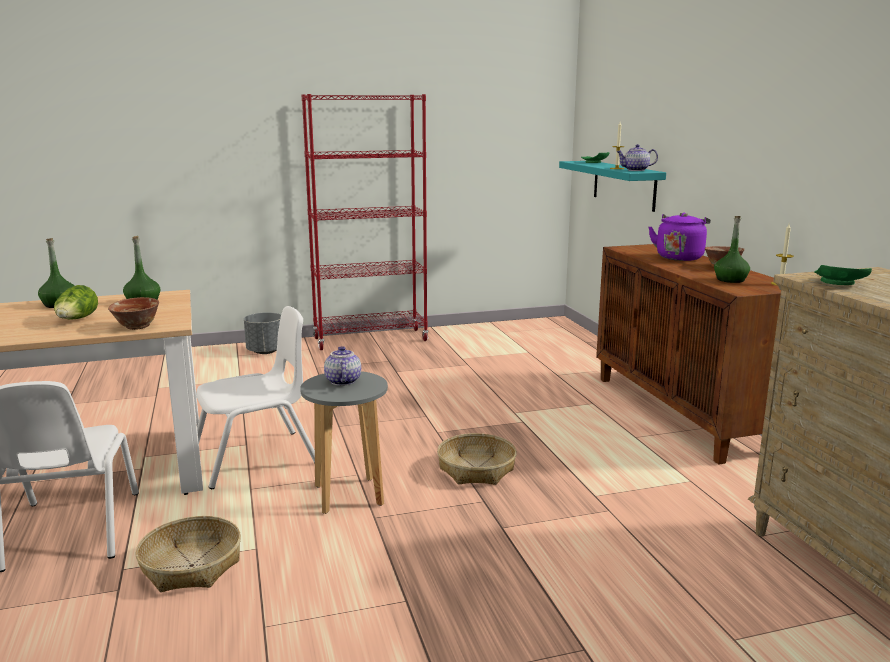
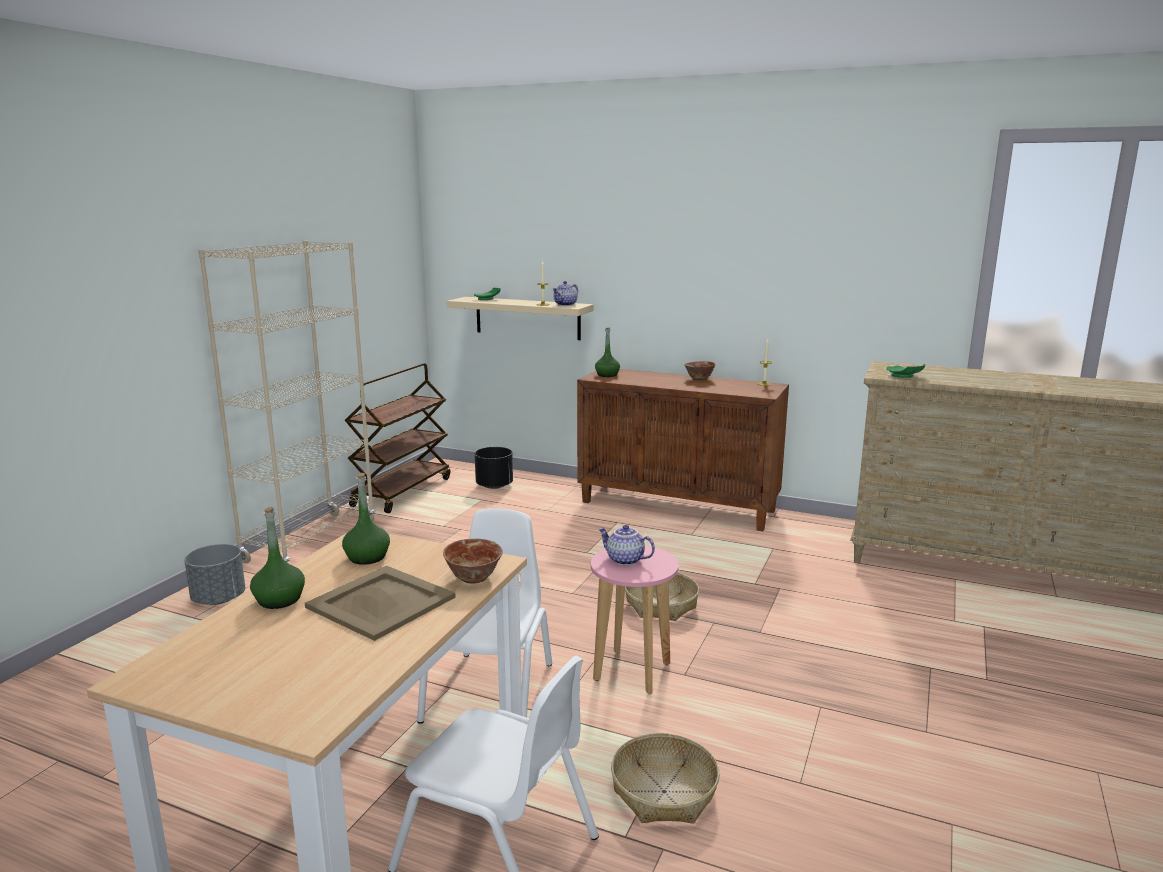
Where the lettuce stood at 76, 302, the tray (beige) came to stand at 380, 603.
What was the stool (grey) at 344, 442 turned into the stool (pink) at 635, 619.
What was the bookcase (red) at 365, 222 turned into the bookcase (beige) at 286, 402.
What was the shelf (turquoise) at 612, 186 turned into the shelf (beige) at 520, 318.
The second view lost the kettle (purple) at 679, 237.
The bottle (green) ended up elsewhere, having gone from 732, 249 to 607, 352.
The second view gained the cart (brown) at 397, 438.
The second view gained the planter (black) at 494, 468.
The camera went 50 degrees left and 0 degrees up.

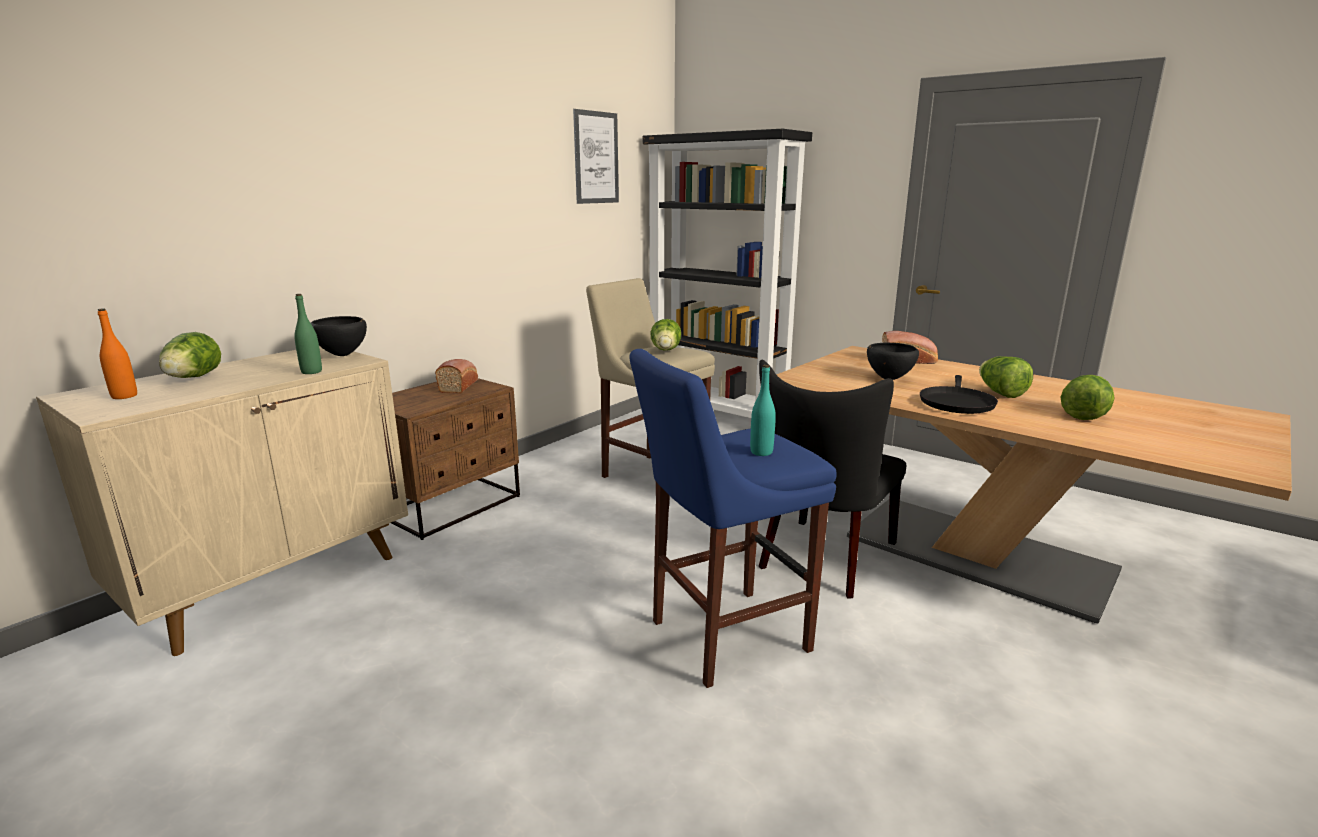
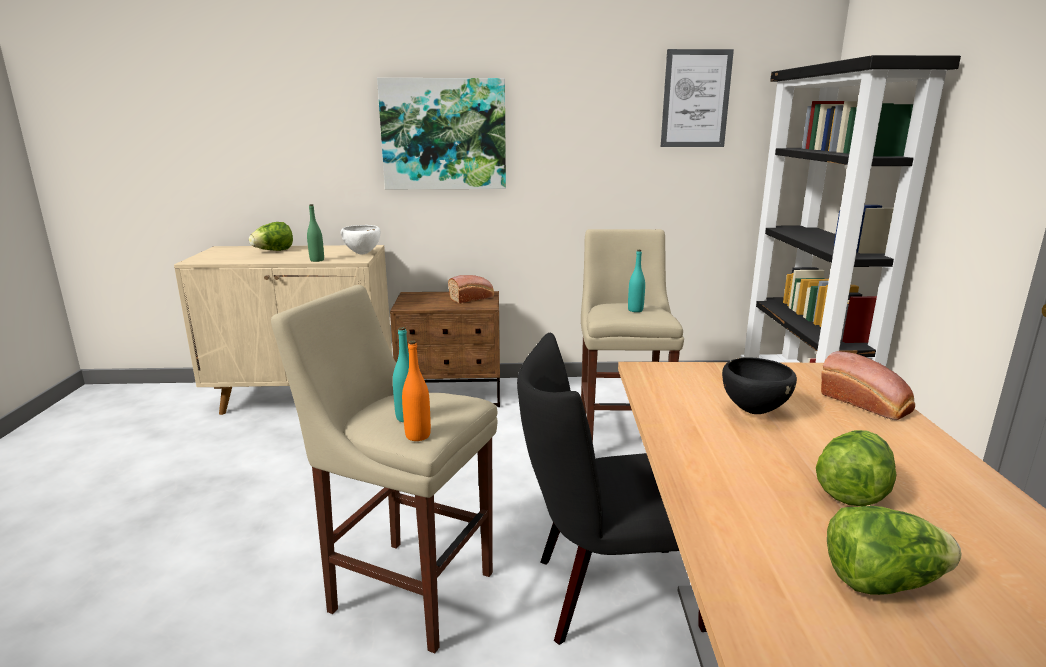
The bottle (orange) ended up elsewhere, having gone from 117, 353 to 416, 390.
What was the bowl (black) at 339, 336 turned into the bowl (white) at 360, 239.
What was the stool (blue) at 733, 518 turned into the stool (beige) at 384, 469.
Where the lettuce stood at 665, 335, the bottle (turquoise) came to stand at 636, 281.
The second view lost the frying pan (black) at 959, 394.
The second view gained the picture at 441, 133.
The camera went 50 degrees right and 0 degrees up.

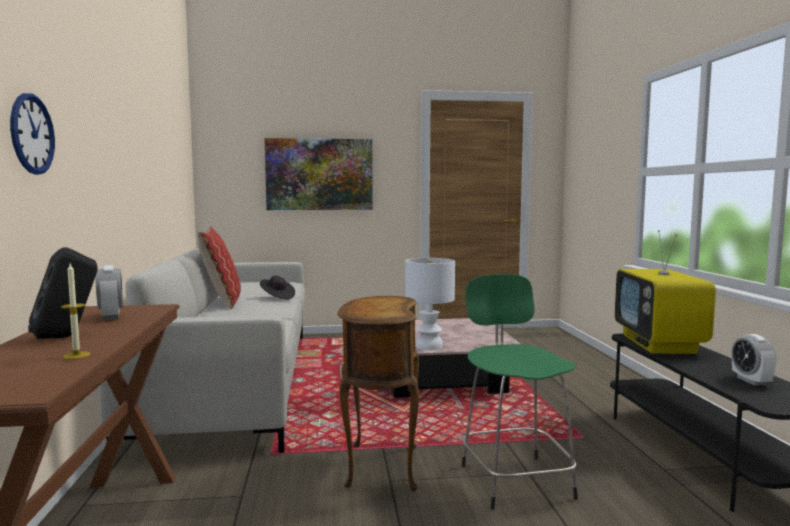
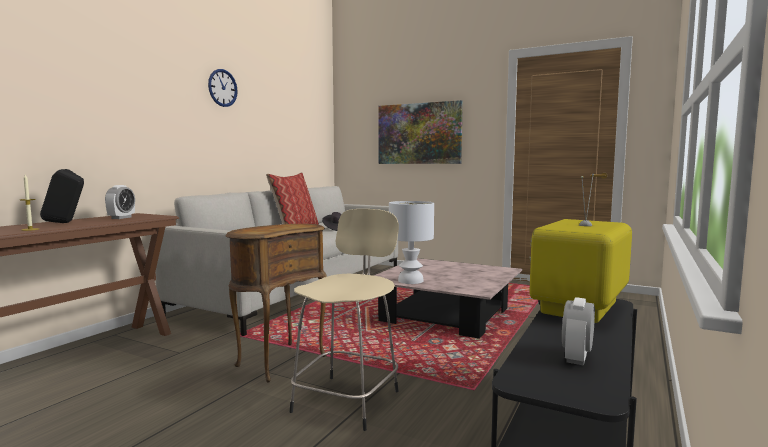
The wall clock ended up elsewhere, having gone from 32, 134 to 223, 88.
What was the stool (green) at 520, 392 turned into the stool (beige) at 344, 320.
The camera went 35 degrees right and 0 degrees up.

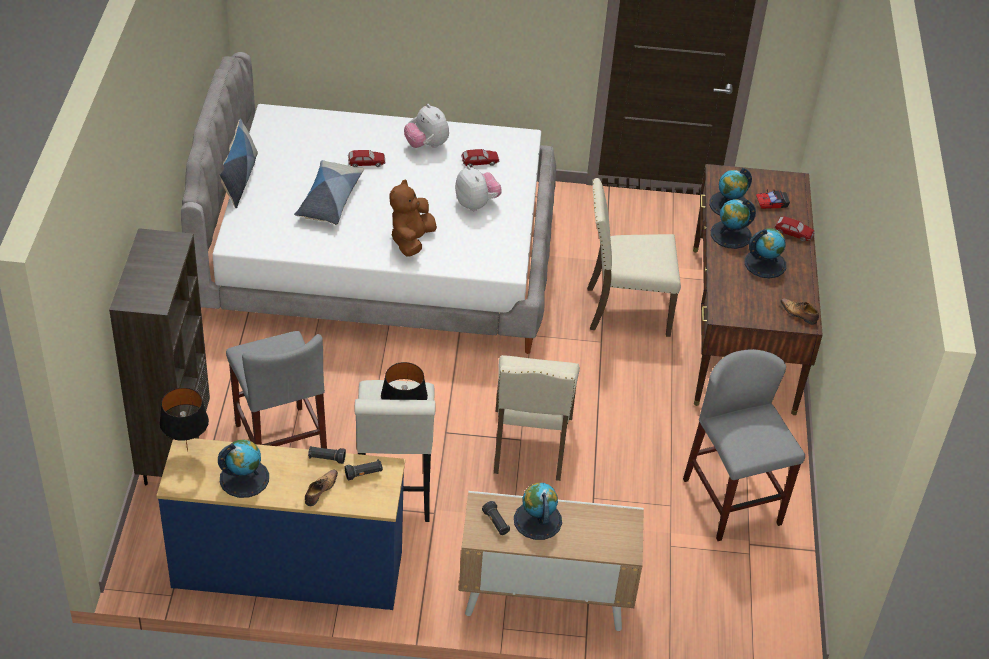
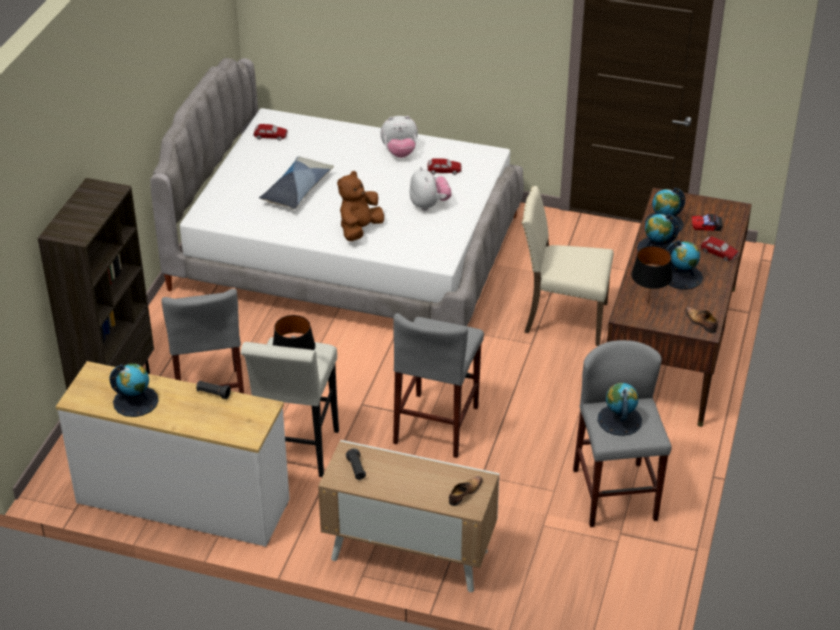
What was the dresser (blue) at 280, 524 turned into the dresser (white) at 173, 454.
The table lamp (black) ended up elsewhere, having gone from 184, 419 to 652, 275.
The second view lost the pillow at 238, 163.
The shoe ended up elsewhere, having gone from 321, 488 to 466, 491.
The second view lost the flashlight (black) at 364, 470.
The toy car ended up elsewhere, having gone from 366, 158 to 270, 132.
The plush toy at 426, 126 ended up facing another way, 75 degrees counterclockwise from before.
Where the chair (beige) stood at 537, 418, the stool (grey) came to stand at 438, 385.
The globe ended up elsewhere, having gone from 538, 511 to 620, 409.
The camera went 15 degrees right and 5 degrees down.

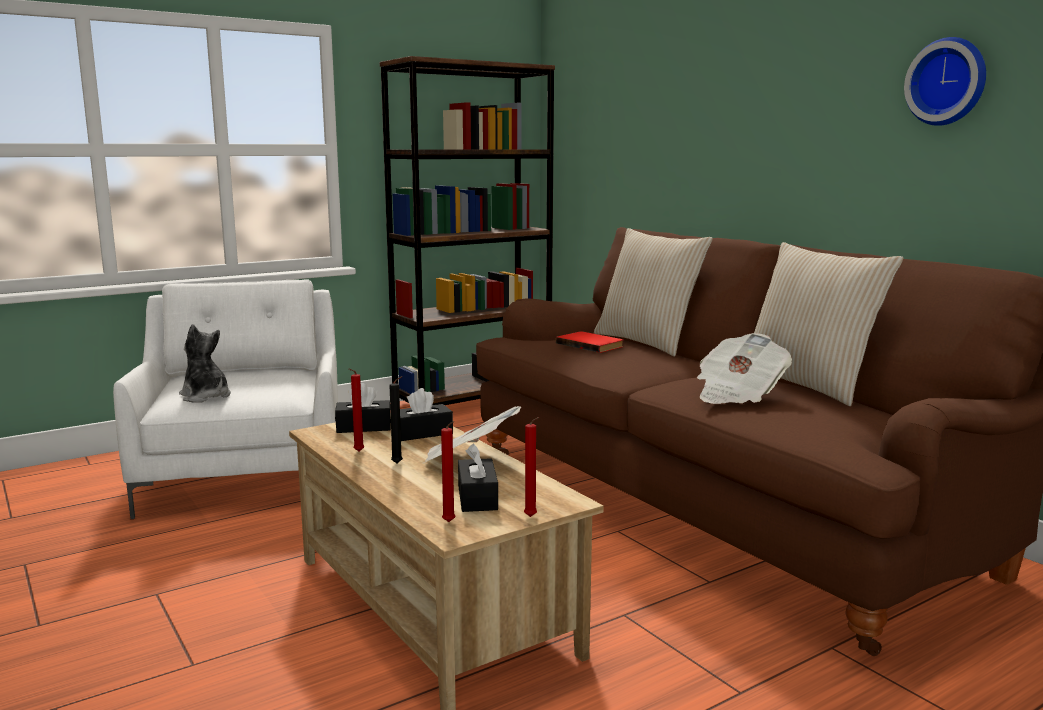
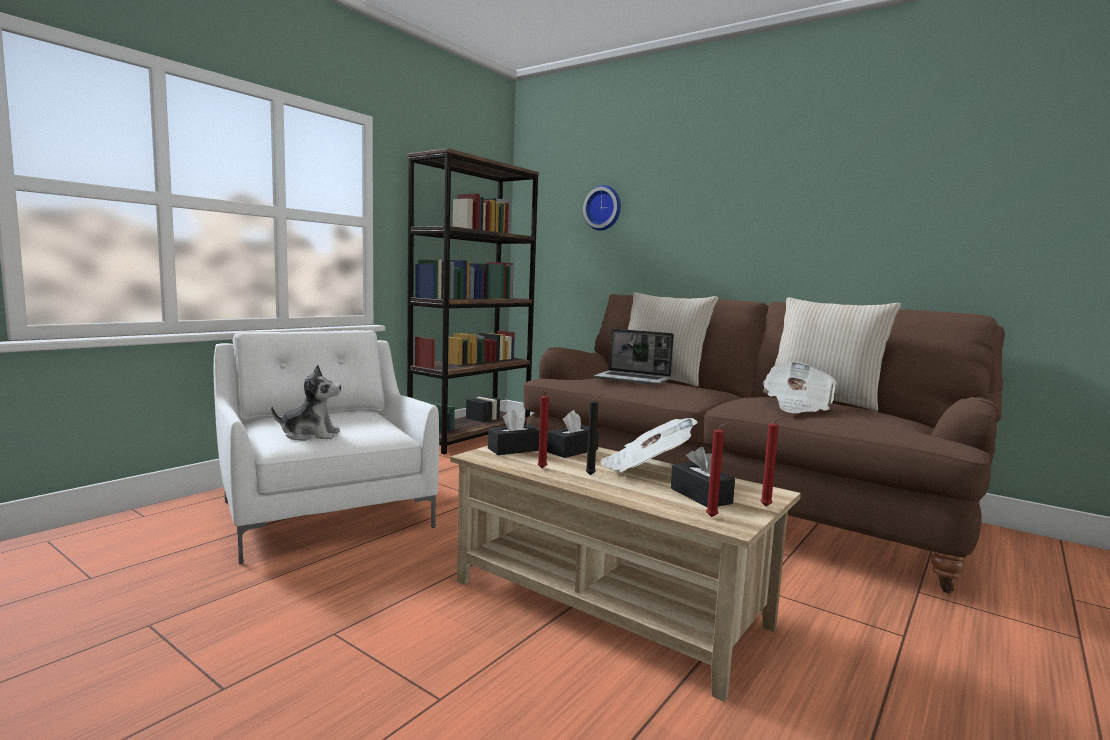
The plush toy at 205, 363 ended up facing another way, 150 degrees clockwise from before.
Where the book (red) stood at 589, 342, the laptop came to stand at 634, 357.
The wall clock ended up elsewhere, having gone from 945, 81 to 602, 208.
The camera went 20 degrees left and 5 degrees down.

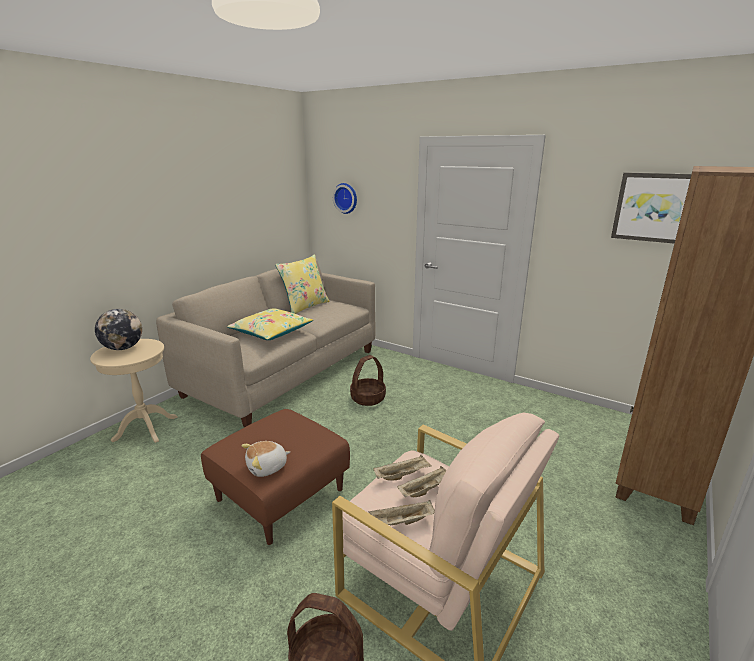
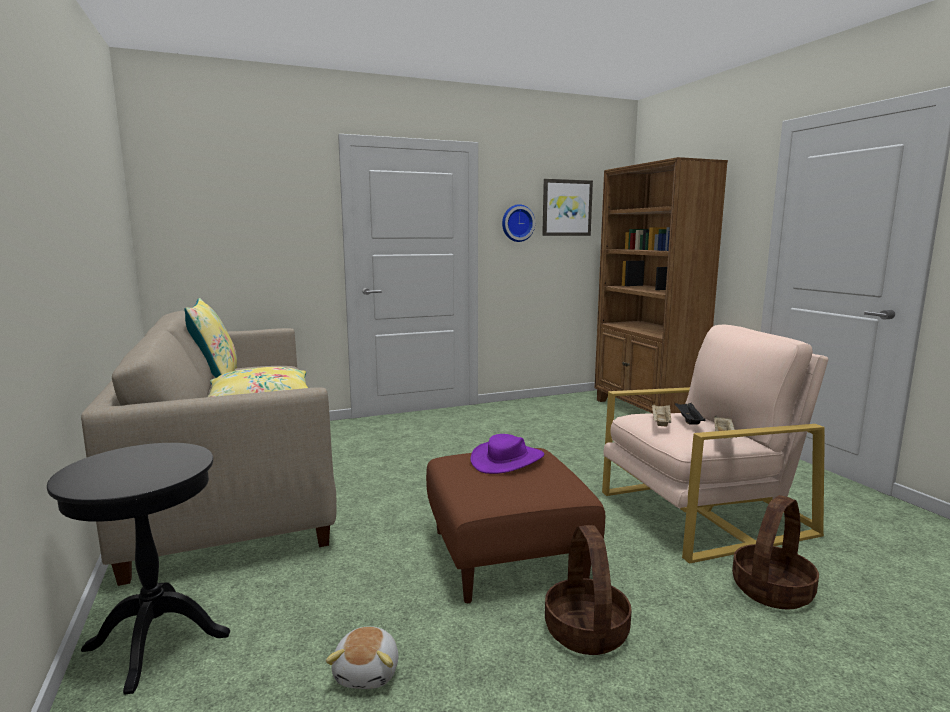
What was the side table (beige) at 134, 391 turned into the side table (black) at 138, 569.
The second view lost the globe at 118, 329.
The plush toy ended up elsewhere, having gone from 265, 459 to 362, 657.
The wall clock ended up elsewhere, having gone from 345, 198 to 518, 223.
The basket ended up elsewhere, having gone from 368, 380 to 588, 590.
What was the tray (beige) at 422, 481 turned into the tray (black) at 690, 414.
The second view gained the hat (purple) at 507, 454.
The camera went 55 degrees left and 10 degrees down.

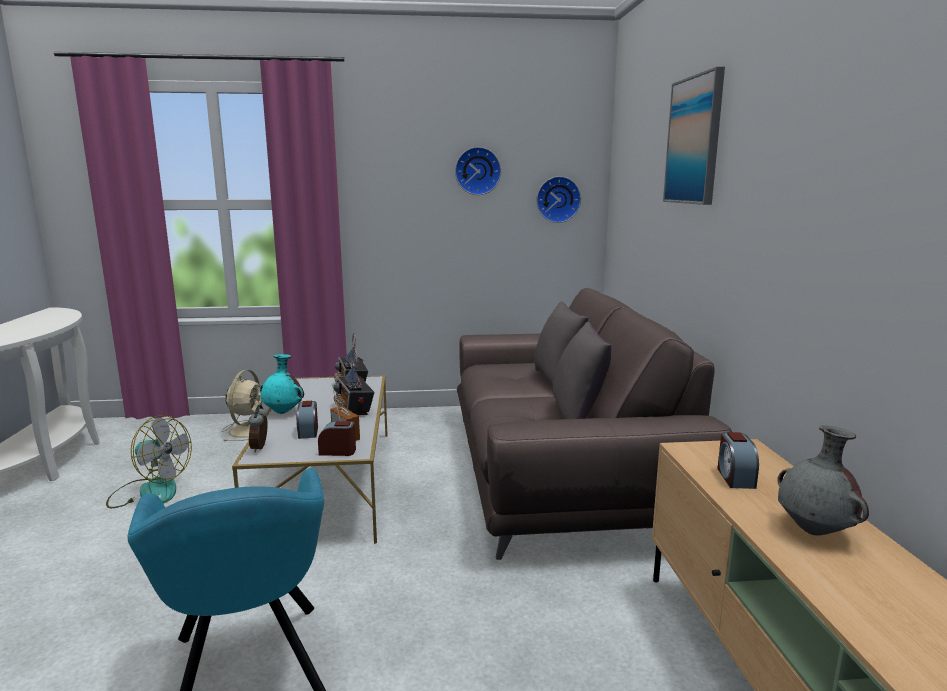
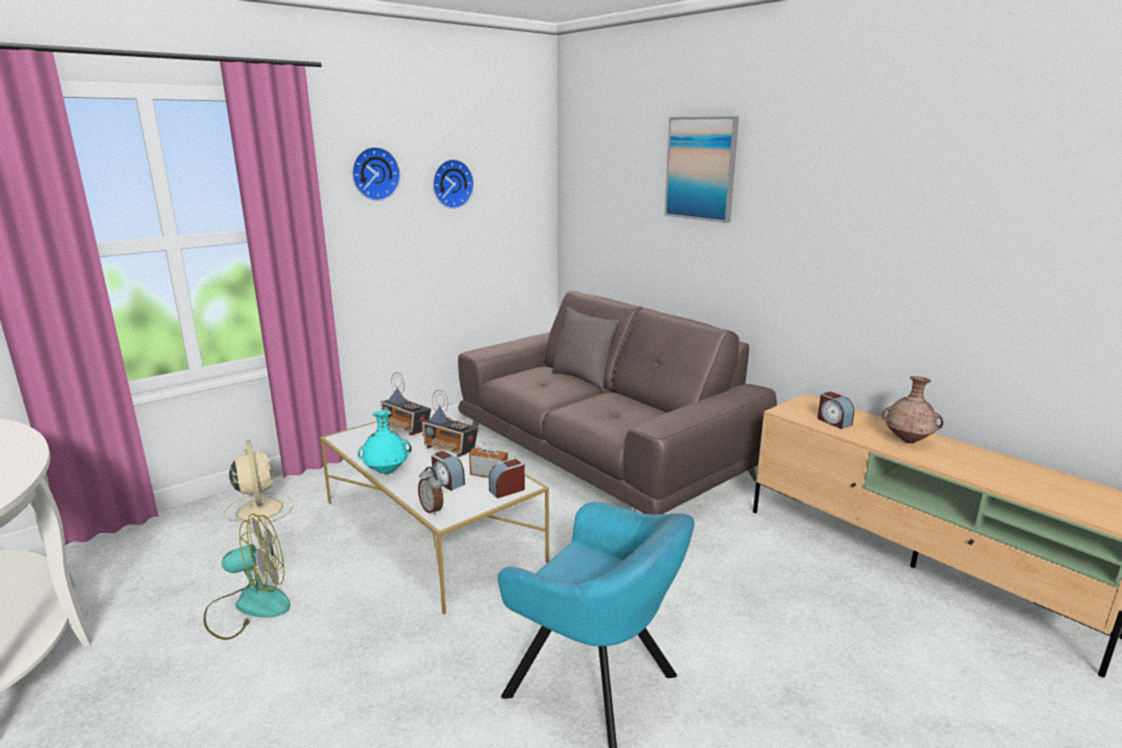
The wall clock ended up elsewhere, having gone from 558, 199 to 376, 174.
The second view lost the pillow (grey) at 581, 370.
What was the vase (grey) at 823, 480 turned into the vase (brown) at 913, 409.
The camera went 35 degrees left and 5 degrees up.

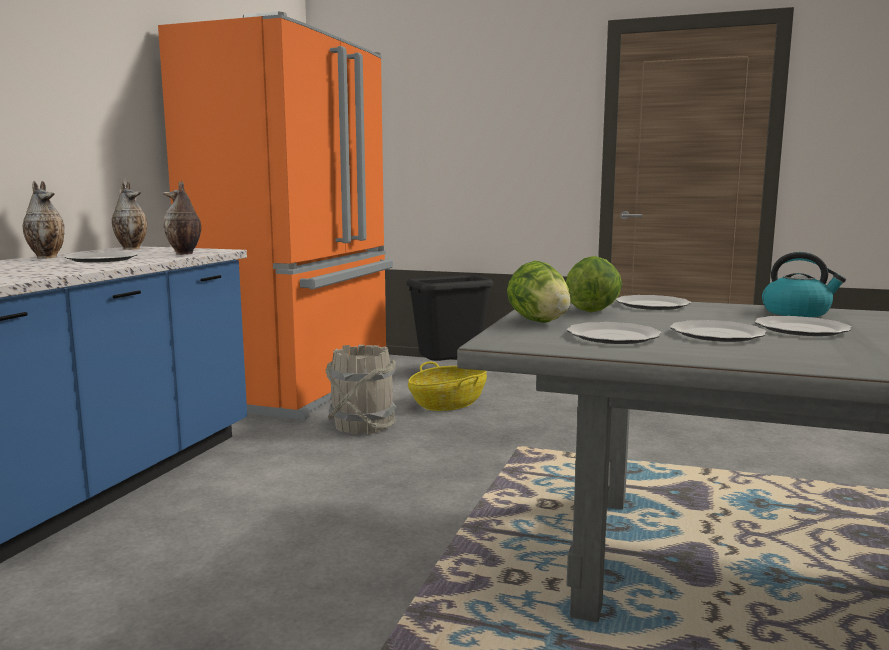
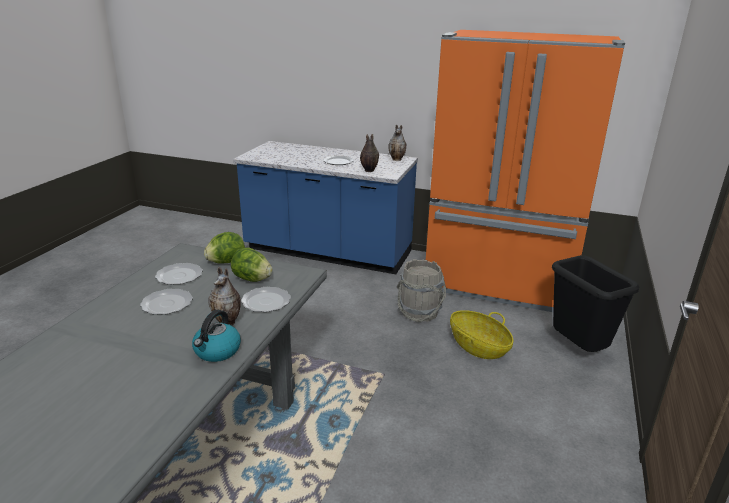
The vase ended up elsewhere, having gone from 43, 219 to 224, 296.
The second view lost the plate at 802, 326.
The camera went 90 degrees right and 15 degrees up.

